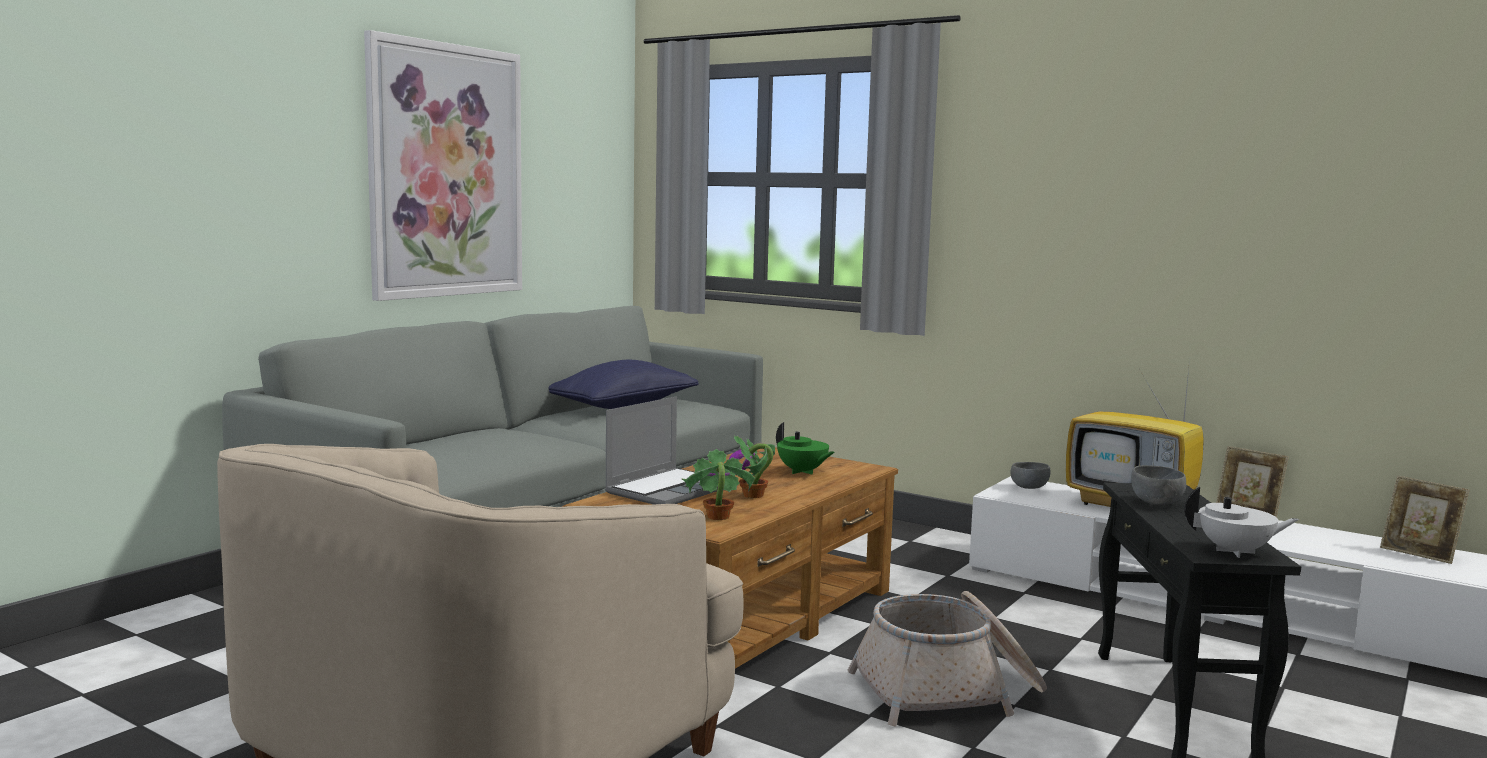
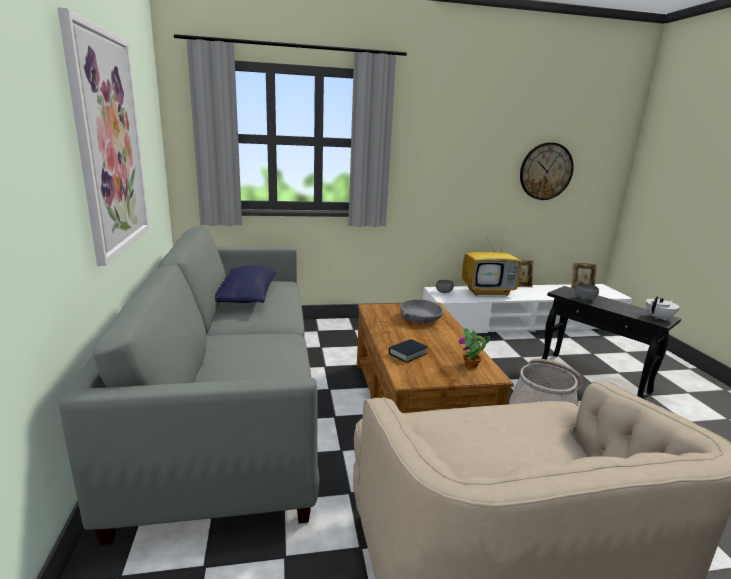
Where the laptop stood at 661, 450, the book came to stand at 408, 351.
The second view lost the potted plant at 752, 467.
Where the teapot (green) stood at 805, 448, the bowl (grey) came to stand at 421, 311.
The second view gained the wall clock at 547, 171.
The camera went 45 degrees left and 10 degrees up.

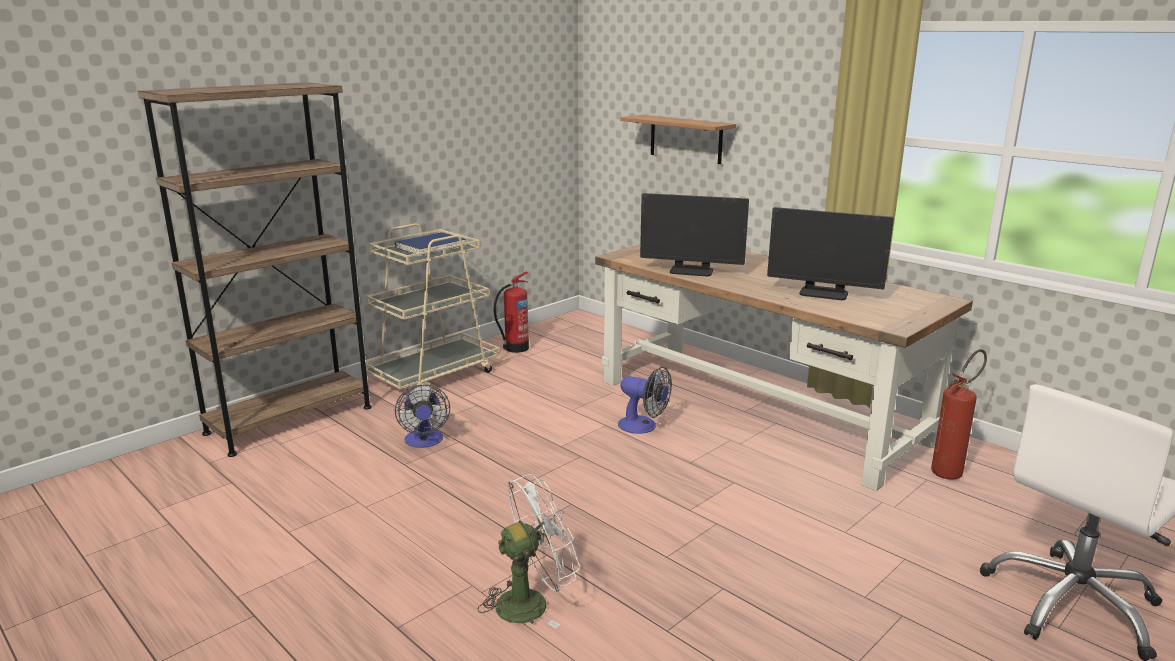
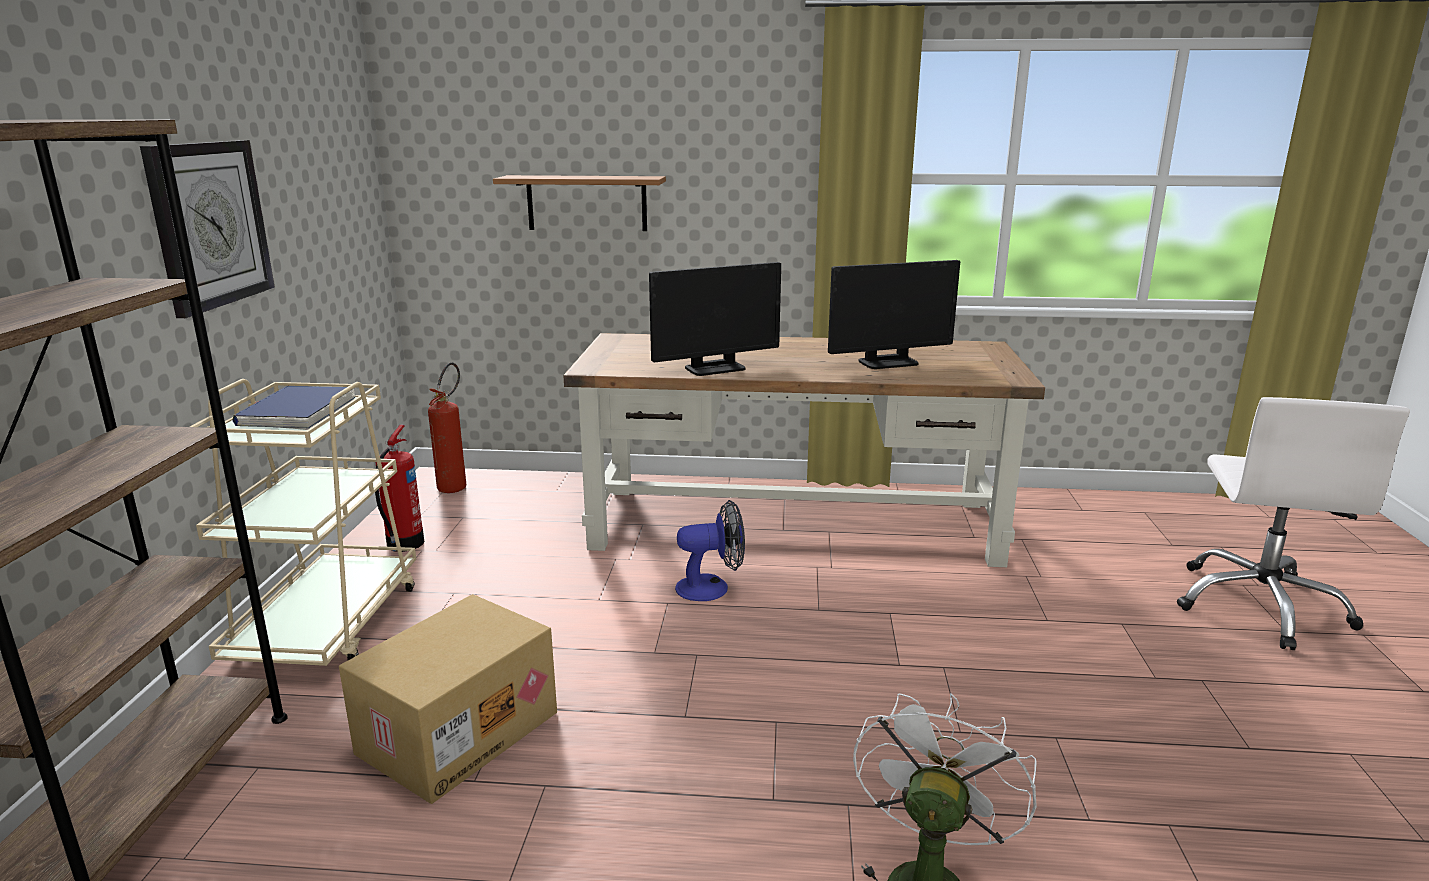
Where the fan stood at 422, 416, the cardboard box came to stand at 448, 699.
The fire extinguisher ended up elsewhere, having gone from 959, 414 to 447, 427.
The second view gained the wall clock at 207, 229.
The camera went 40 degrees left and 0 degrees up.

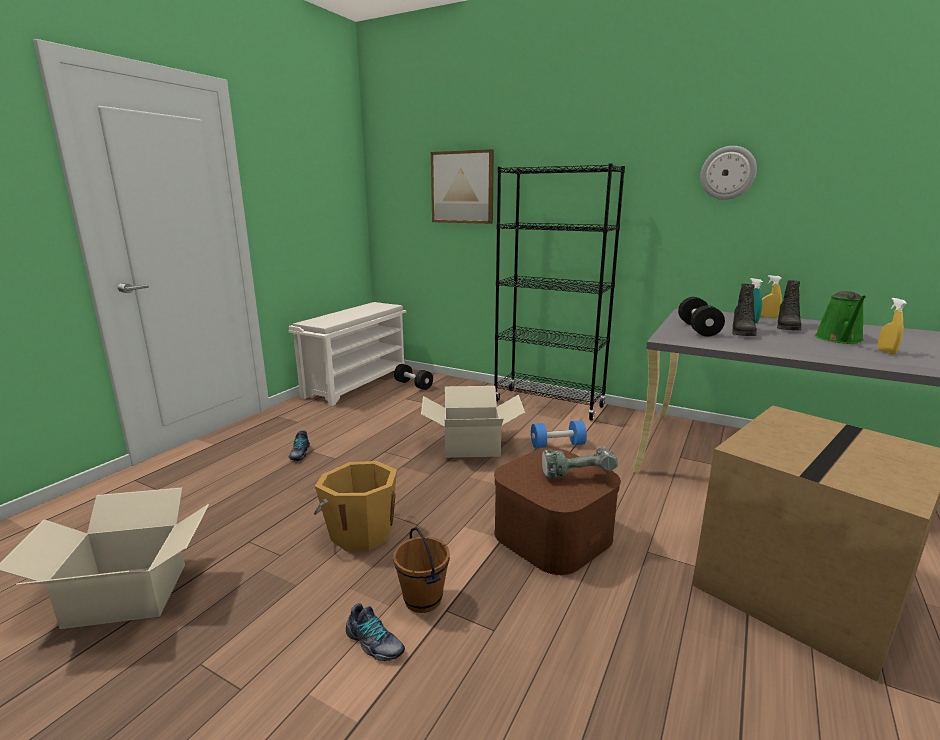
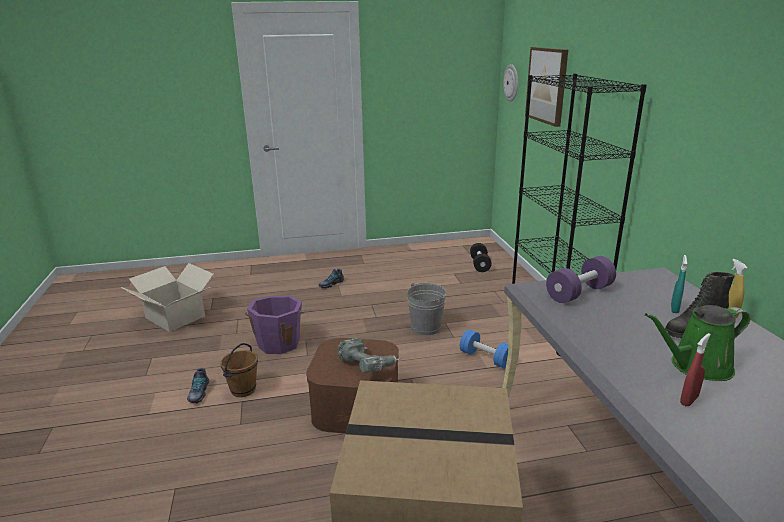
The second view lost the shoe rack (white) at 348, 354.
What was the bucket (orange) at 355, 506 turned into the bucket (purple) at 276, 325.
Where the cardboard box stood at 473, 422, the bucket (grey) came to stand at 427, 309.
What was the dumbbell (black) at 701, 317 turned into the dumbbell (purple) at 581, 279.
The wall clock ended up elsewhere, having gone from 728, 173 to 510, 83.
The second view lost the boot (black) at 744, 310.
What was the spray bottle (yellow) at 892, 326 turned into the spray bottle (red) at 695, 369.
The camera went 50 degrees right and 5 degrees up.

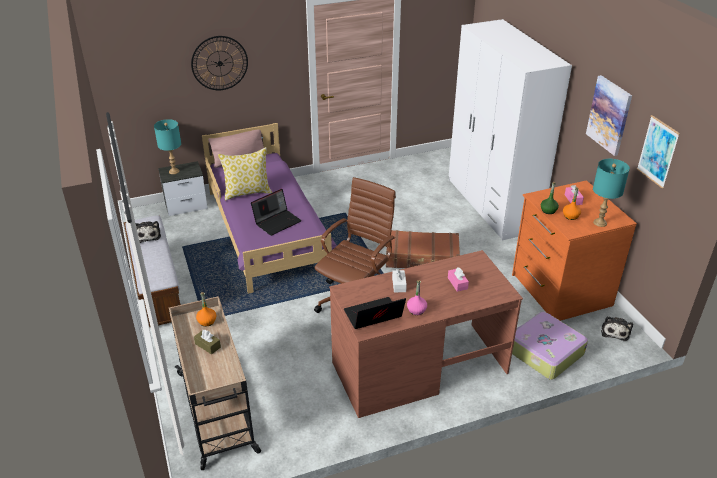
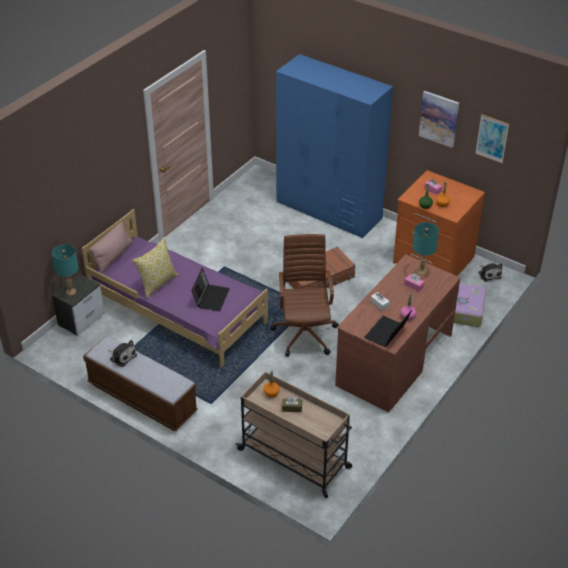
The second view lost the wall clock at 219, 63.
What was the wardrobe (white) at 510, 129 turned into the wardrobe (blue) at 334, 146.
The table lamp (turquoise) ended up elsewhere, having gone from 611, 193 to 426, 249.
The camera went 35 degrees left and 5 degrees up.

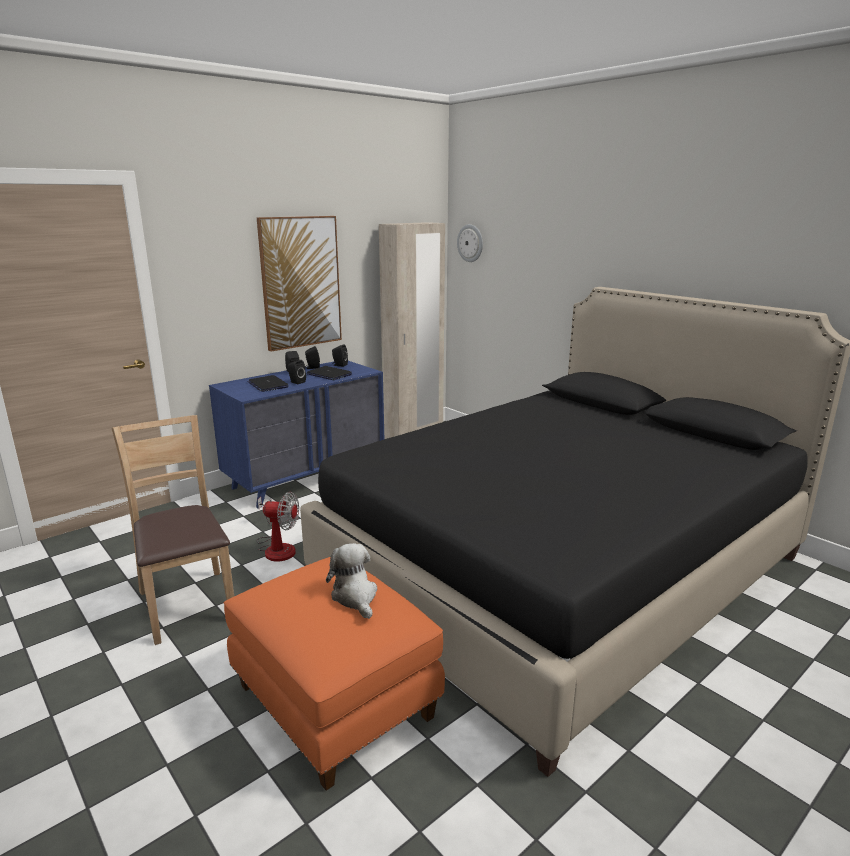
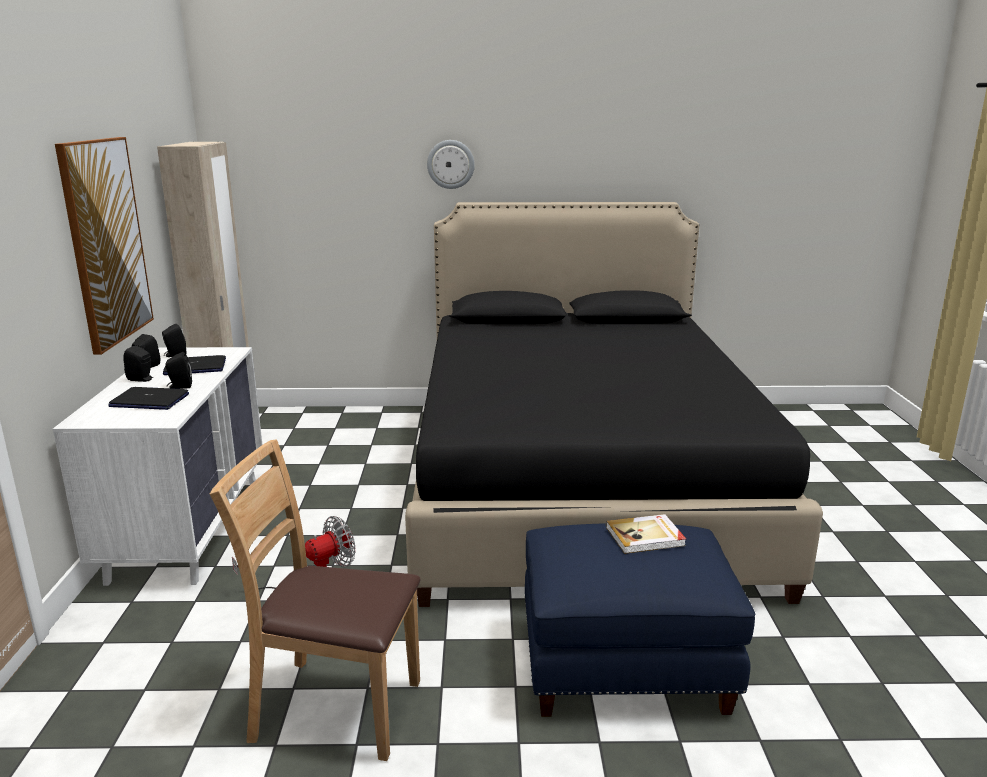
What was the dresser (blue) at 296, 434 turned into the dresser (white) at 157, 466.
What was the ottoman (orange) at 334, 673 turned into the ottoman (blue) at 640, 620.
Where the plush toy stood at 351, 581, the book came to stand at 646, 534.
The wall clock ended up elsewhere, having gone from 470, 243 to 451, 164.
The camera went 50 degrees left and 0 degrees up.

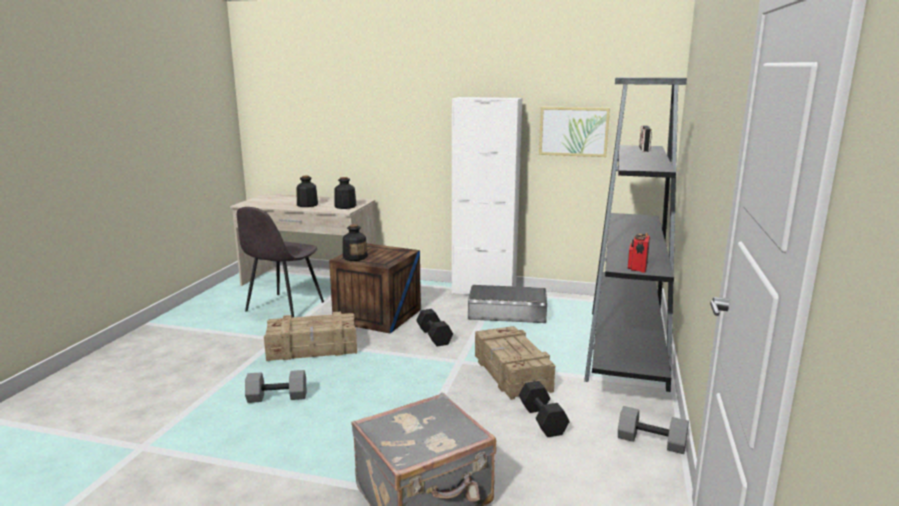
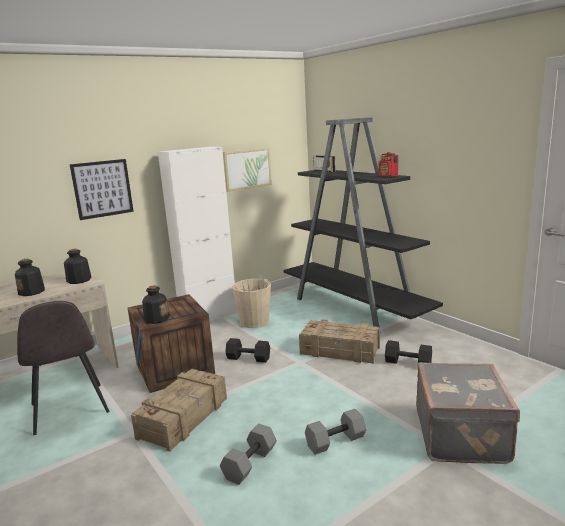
Where the storage box (grey) stood at 507, 304, the bucket (beige) came to stand at 251, 303.
The dumbbell (grey) ended up elsewhere, having gone from 653, 430 to 335, 432.
The radio ended up elsewhere, having gone from 639, 253 to 388, 164.
The second view gained the picture at 102, 189.
The camera went 50 degrees left and 0 degrees up.

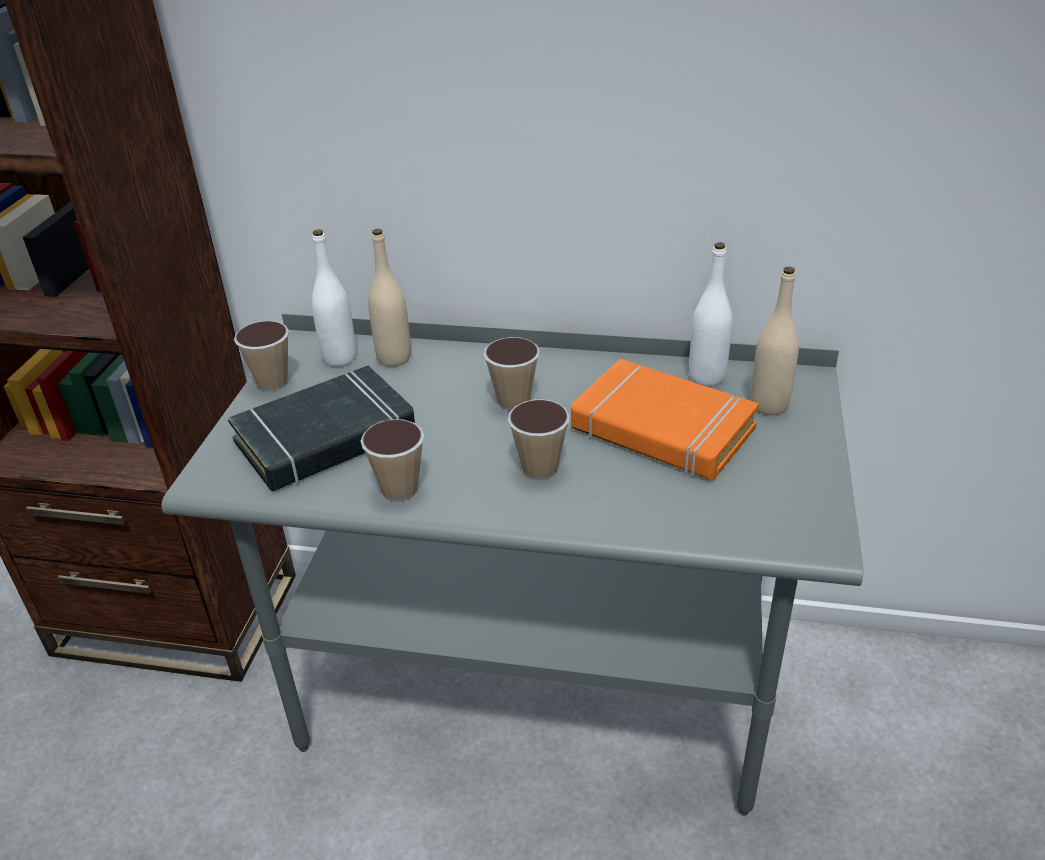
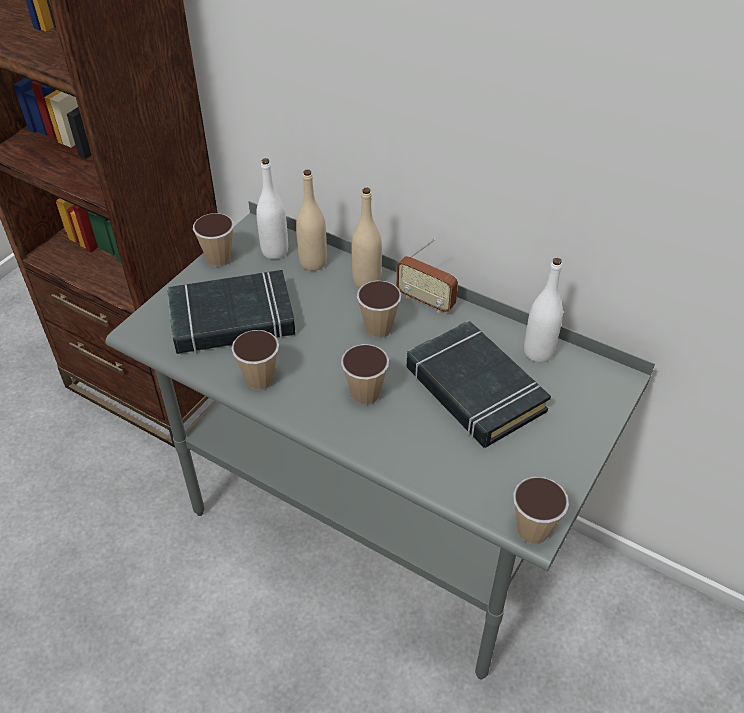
What was the book (orange) at 665, 420 turned into the book (black) at 479, 384.
The bottle (beige) ended up elsewhere, having gone from 775, 341 to 366, 238.
The second view gained the radio at 427, 275.
The second view gained the cup at 541, 510.
The camera went 20 degrees right and 10 degrees up.

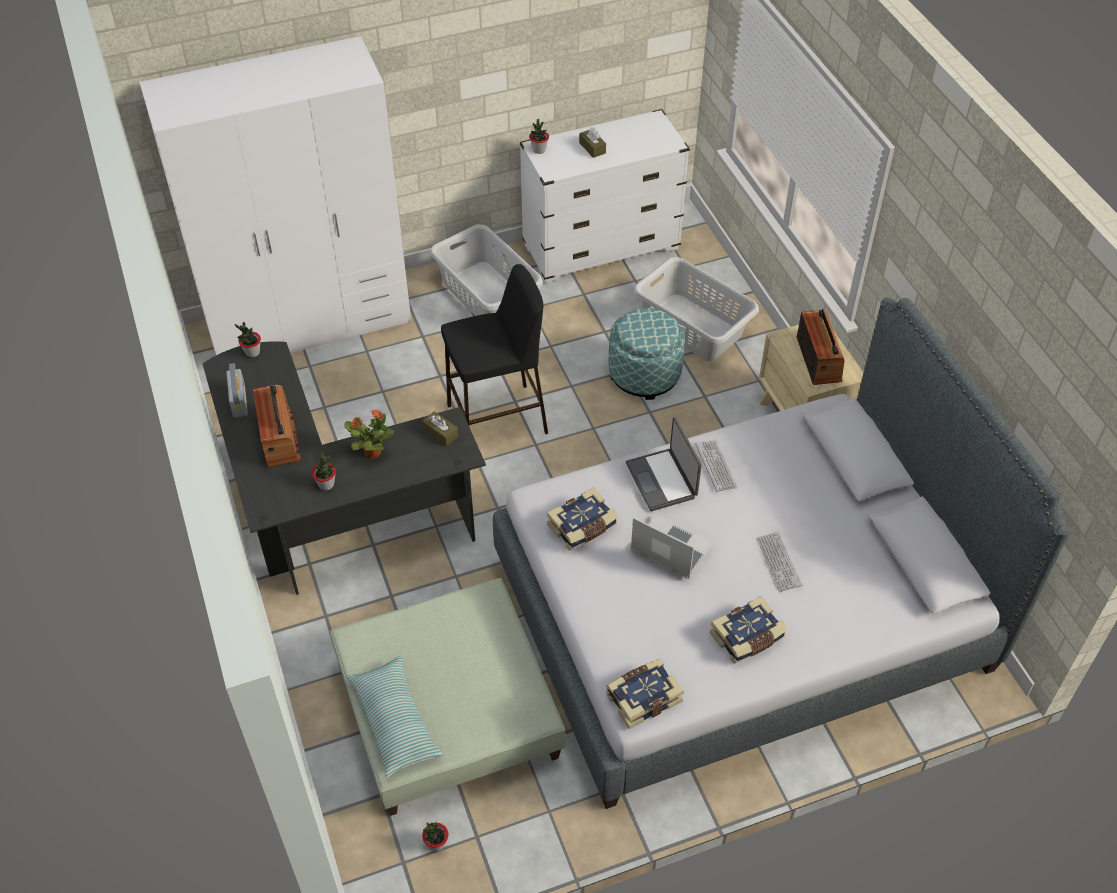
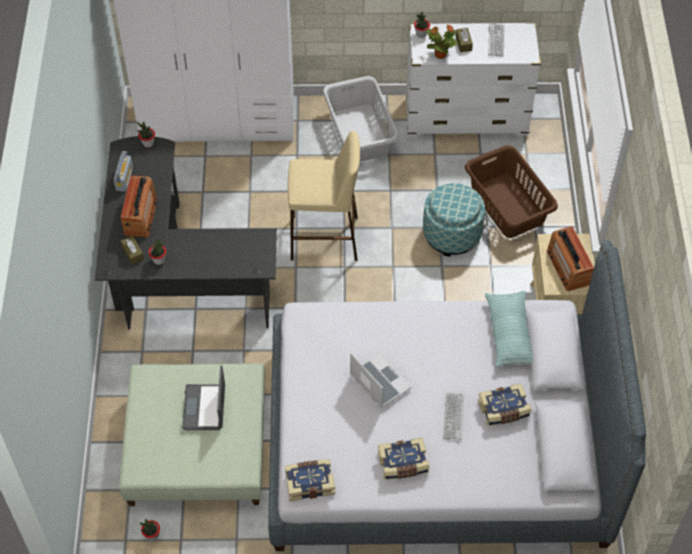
The potted plant ended up elsewhere, having gone from 369, 434 to 442, 42.
The pillow ended up elsewhere, having gone from 395, 717 to 509, 329.
The tissue box (brown) ended up elsewhere, having gone from 440, 428 to 132, 250.
What was the stool (black) at 494, 349 turned into the stool (beige) at 324, 196.
The book ended up elsewhere, having gone from 582, 519 to 504, 404.
The laptop ended up elsewhere, having gone from 664, 464 to 203, 397.
What was the laundry basket (grey) at 696, 309 turned into the laundry basket (brown) at 511, 191.
The keyboard ended up elsewhere, having gone from 716, 465 to 496, 40.
The radio at 821, 347 ended up facing another way, 150 degrees clockwise from before.
The camera went 20 degrees right and 5 degrees up.

